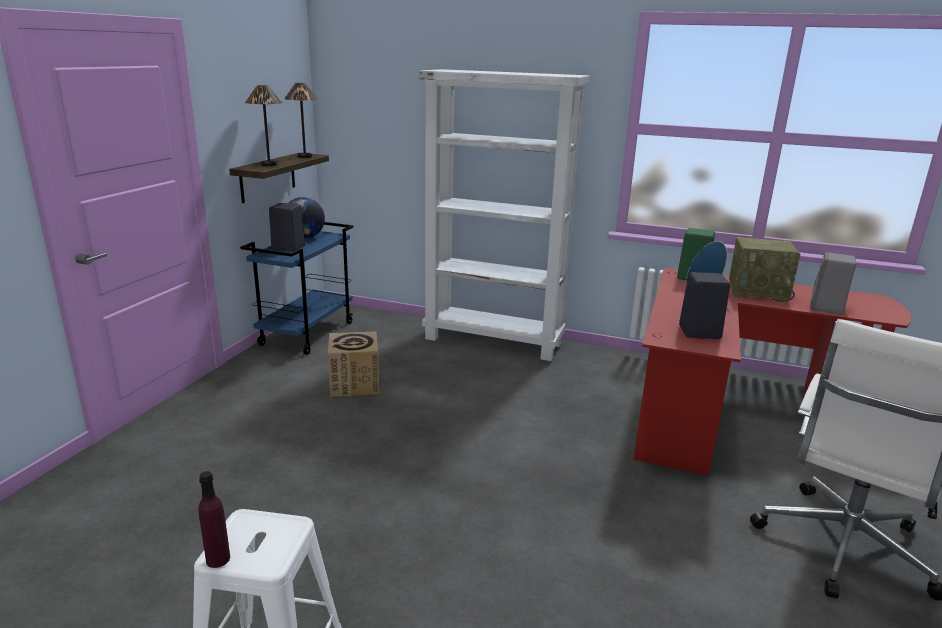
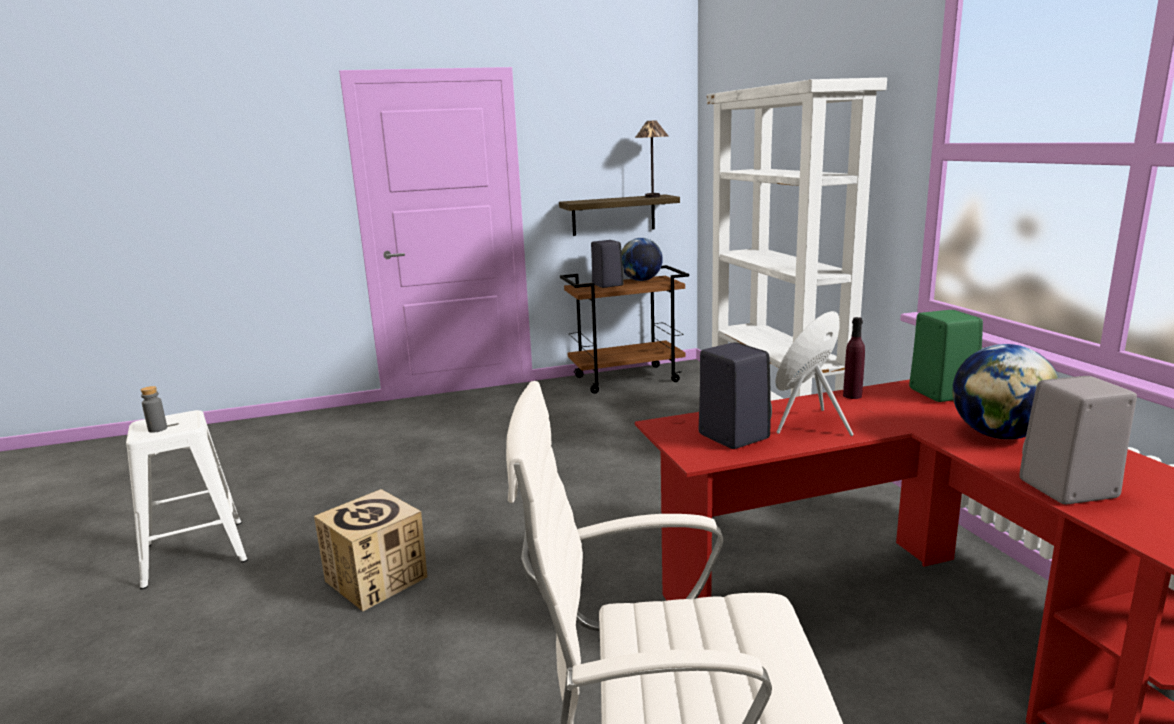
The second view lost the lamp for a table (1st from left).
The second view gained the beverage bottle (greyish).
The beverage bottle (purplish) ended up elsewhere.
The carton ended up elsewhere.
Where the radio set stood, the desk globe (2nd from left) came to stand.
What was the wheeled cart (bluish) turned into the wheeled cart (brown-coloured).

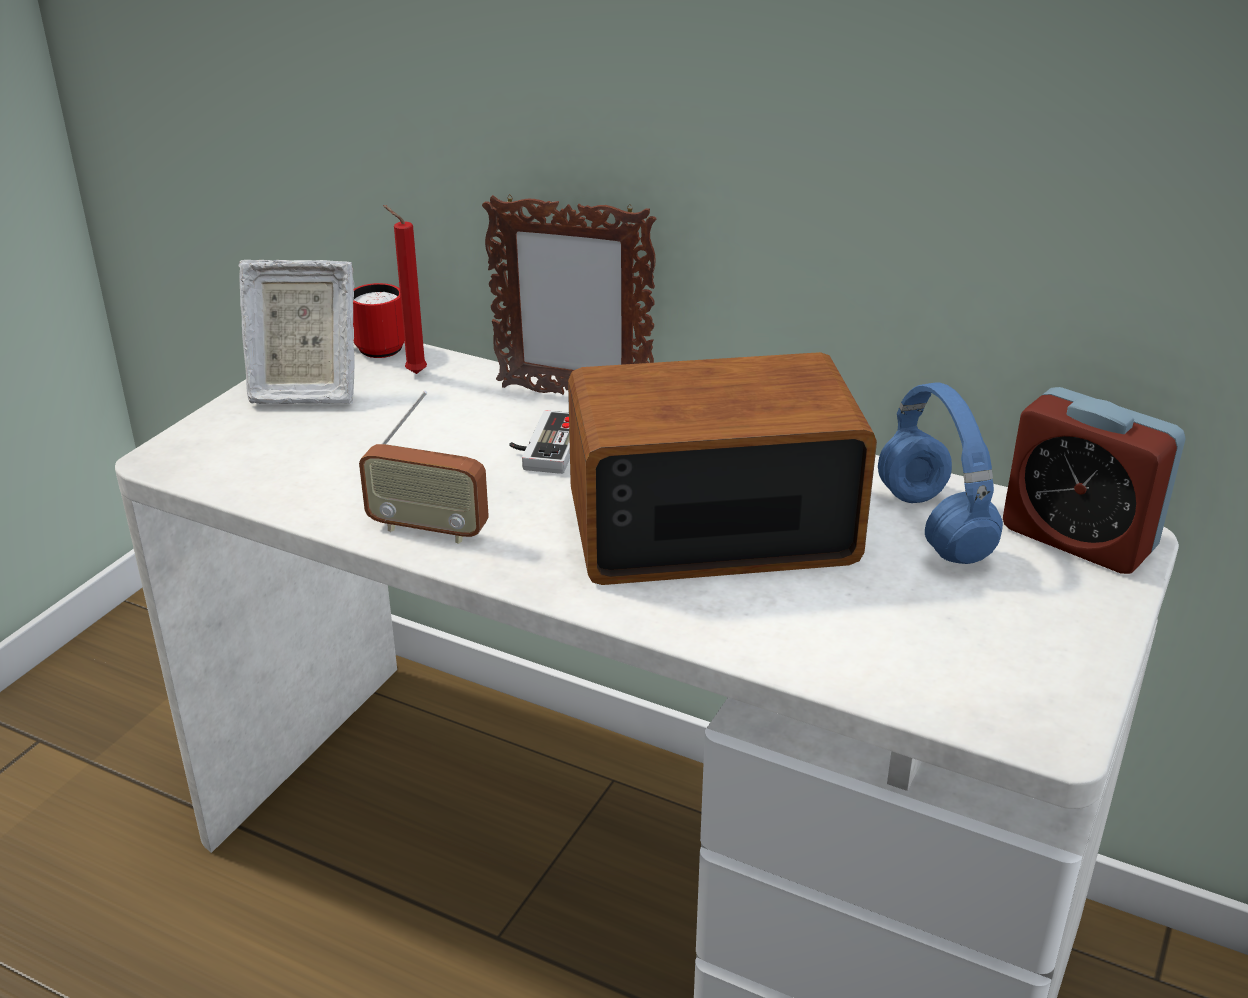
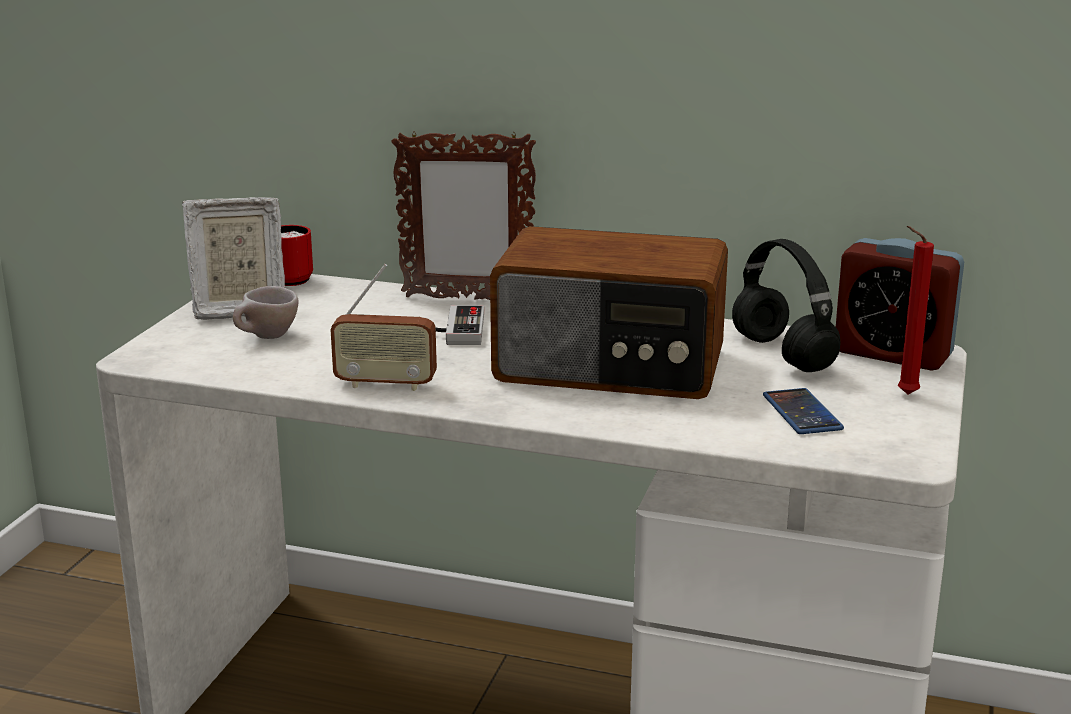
The second view gained the cup (beige).
The second view gained the handset.
The wax light (reddish) ended up elsewhere.
What was the headphones (bluish) turned into the headphones (black-coloured).
The radio set (2nd from left) ended up facing another way, 150 degrees counterclockwise from before.

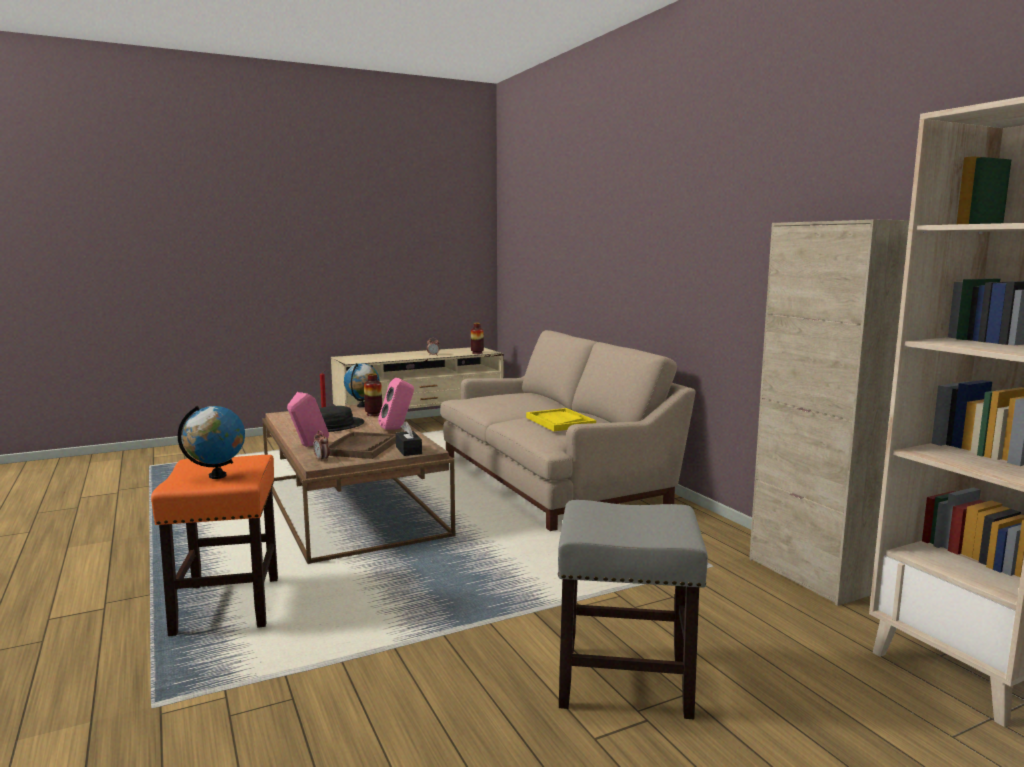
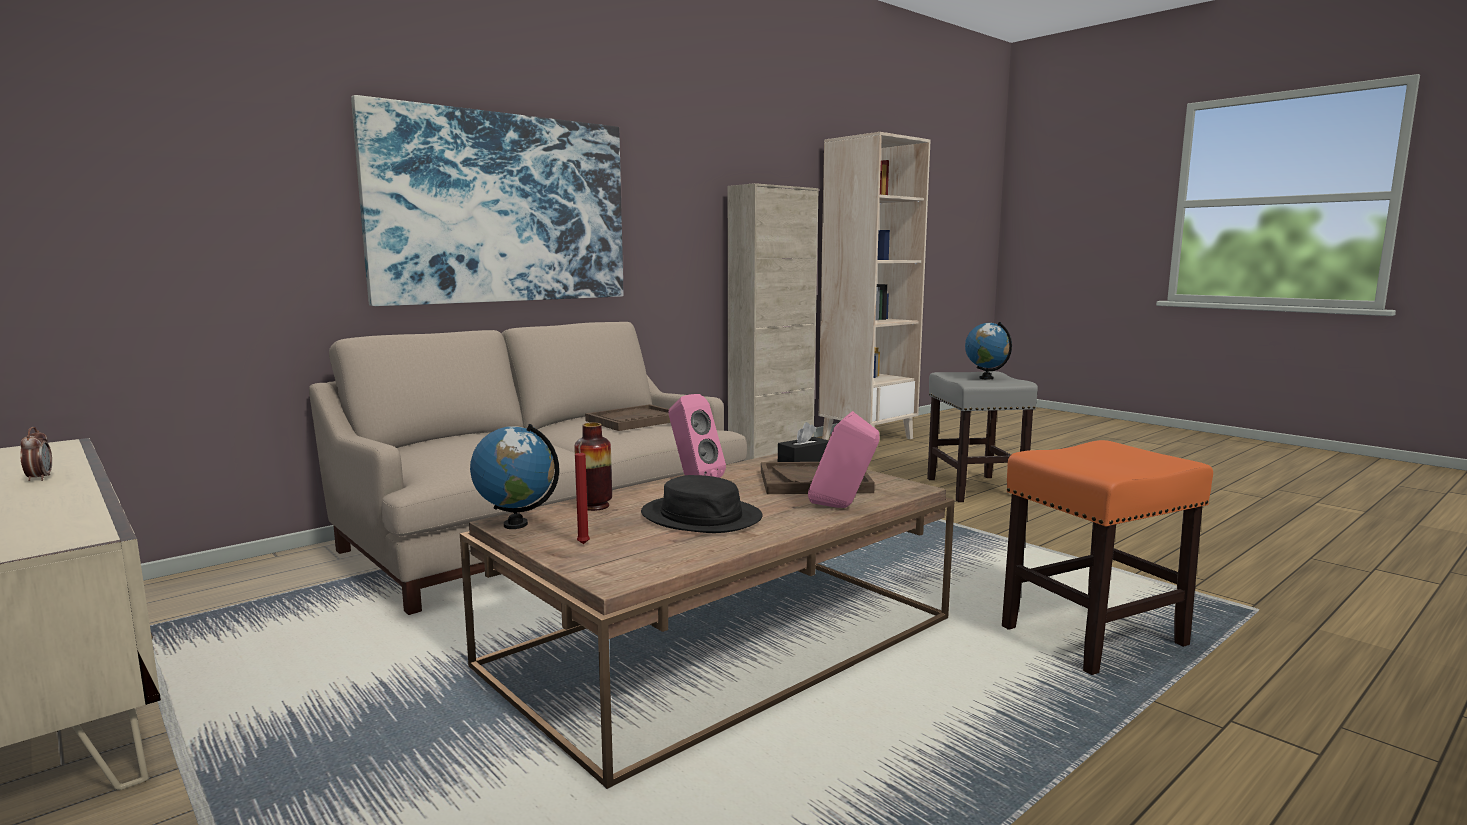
The second view lost the bedside clock (1st from left).
The second view lost the decorative vase (2nd from left).
The second view gained the wall picture.
The desk globe (1st from left in the first image) ended up elsewhere.
What was the tray (yellow-coloured) turned into the tray (brown-coloured) (1st from left).

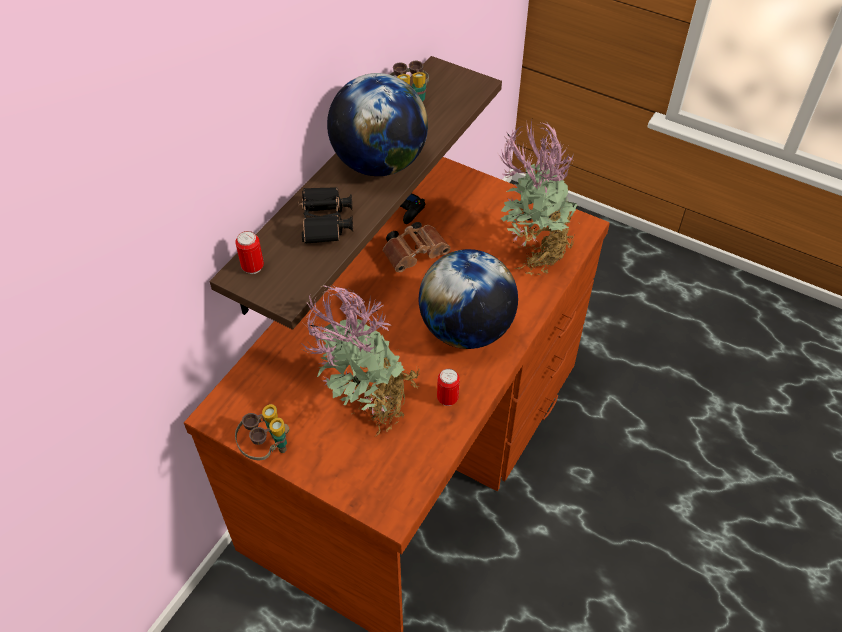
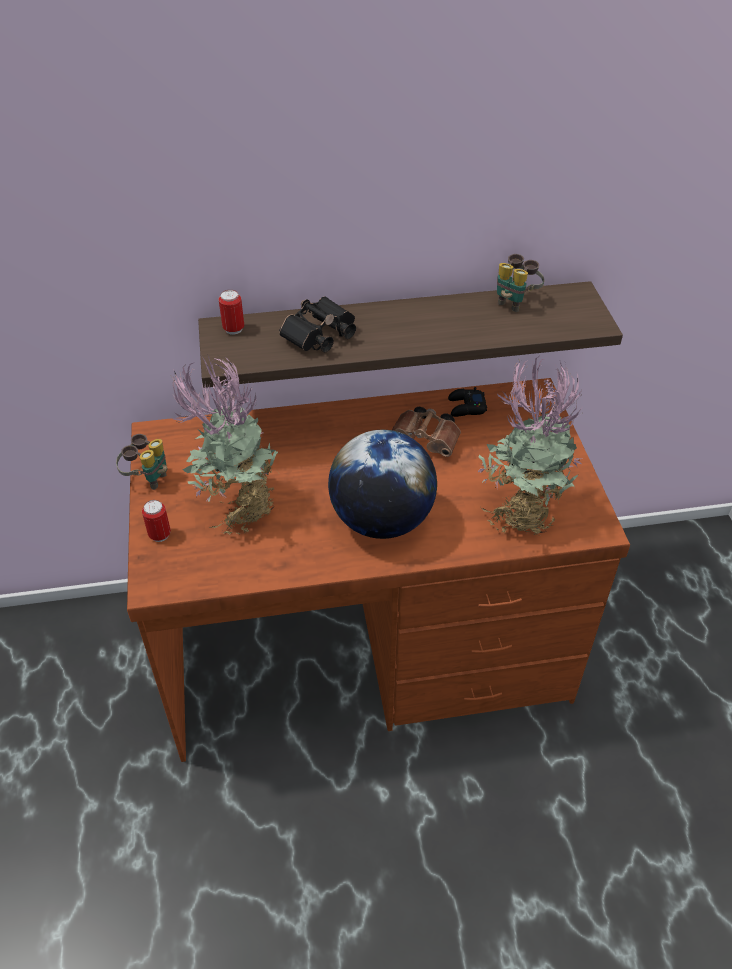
The second view lost the desk globe (1st from left).
The can (2nd from left in the first image) ended up elsewhere.

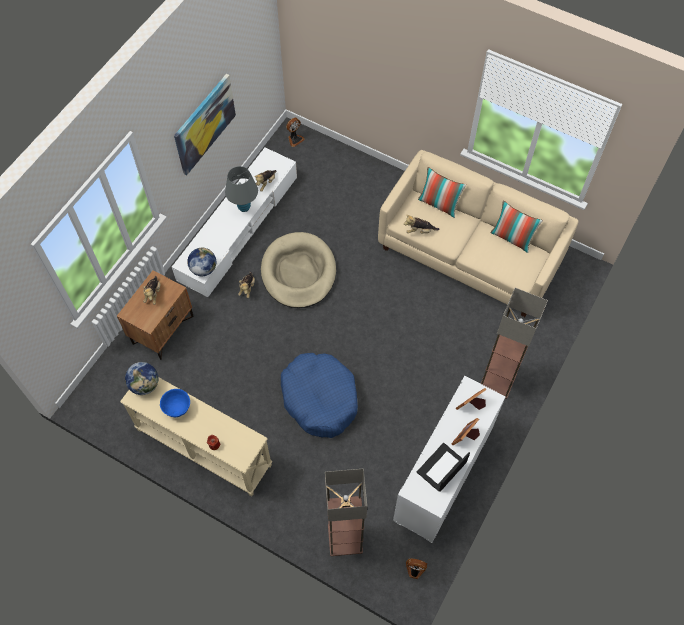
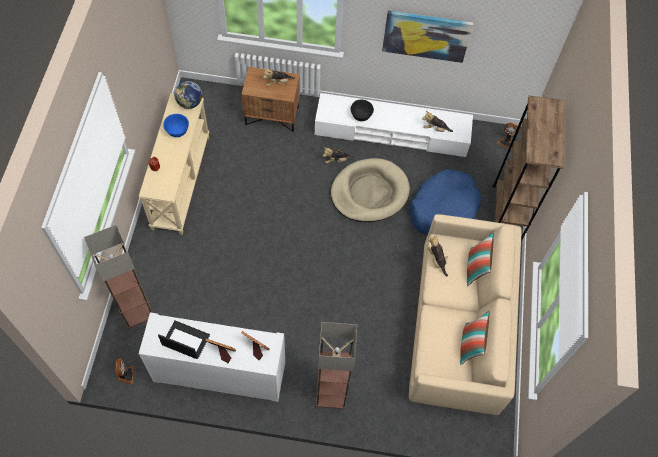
The second view lost the desk globe (2nd from left).
The second view lost the lamp for a table (greyish).
The second view gained the deep dish (black-coloured).
The second view gained the bookcase (brown-coloured).
The dog cushion (bluish) ended up elsewhere.

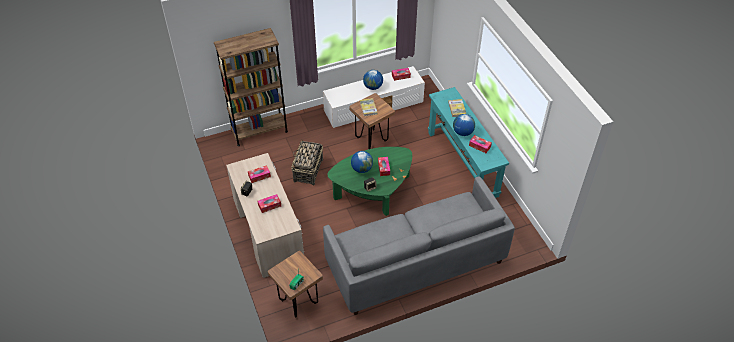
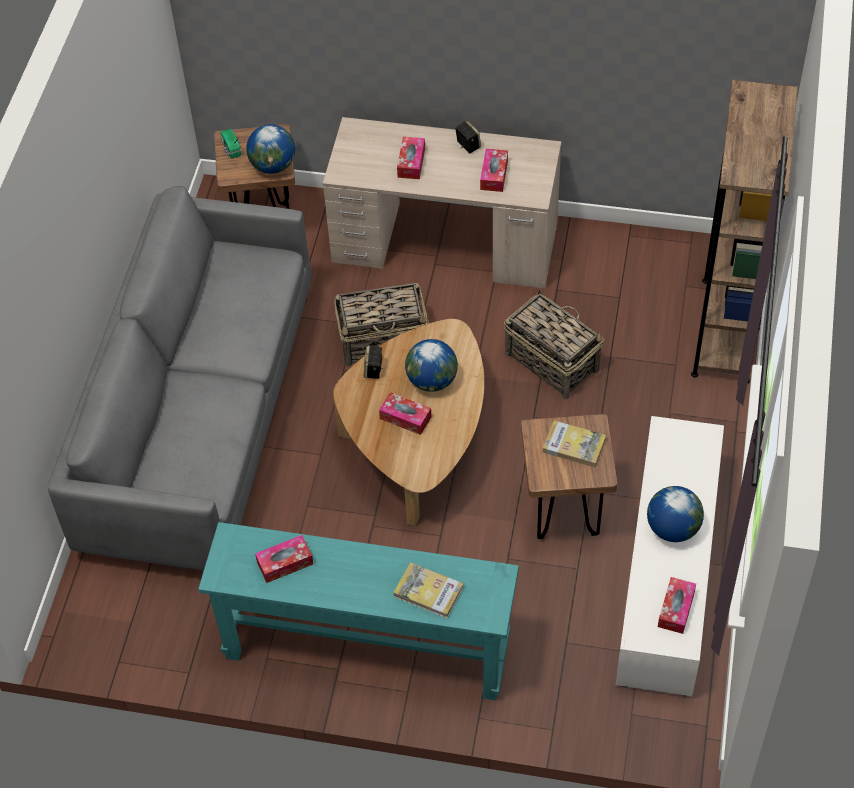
The second view gained the basket (1st from left).
The desk globe (3rd from left in the first image) ended up elsewhere.
What was the coffee table (greenish) turned into the coffee table (brown-coloured).

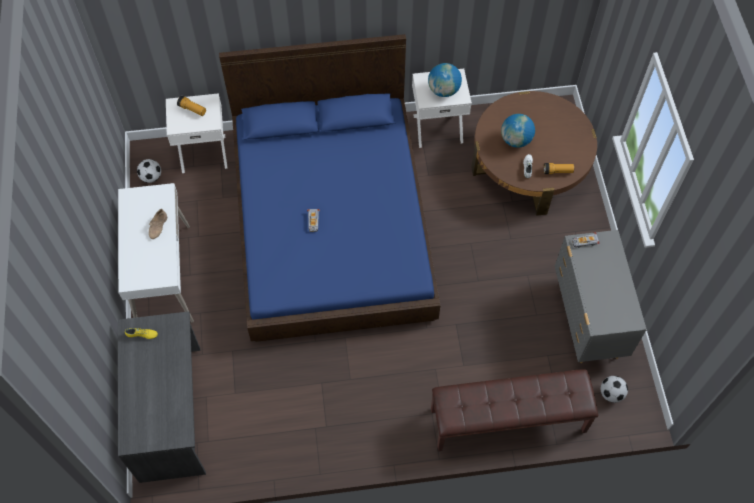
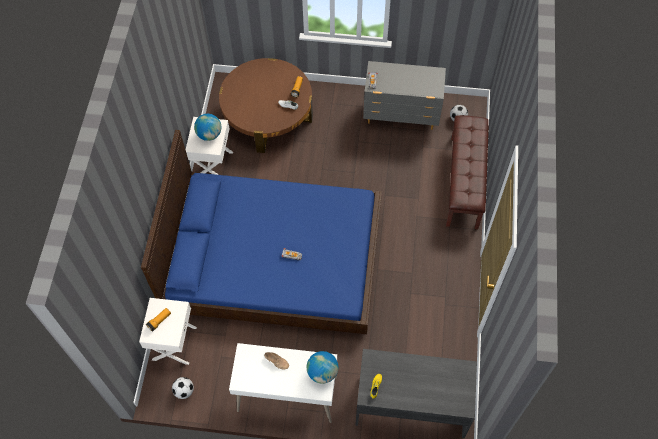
The desk globe (2nd from left) ended up elsewhere.

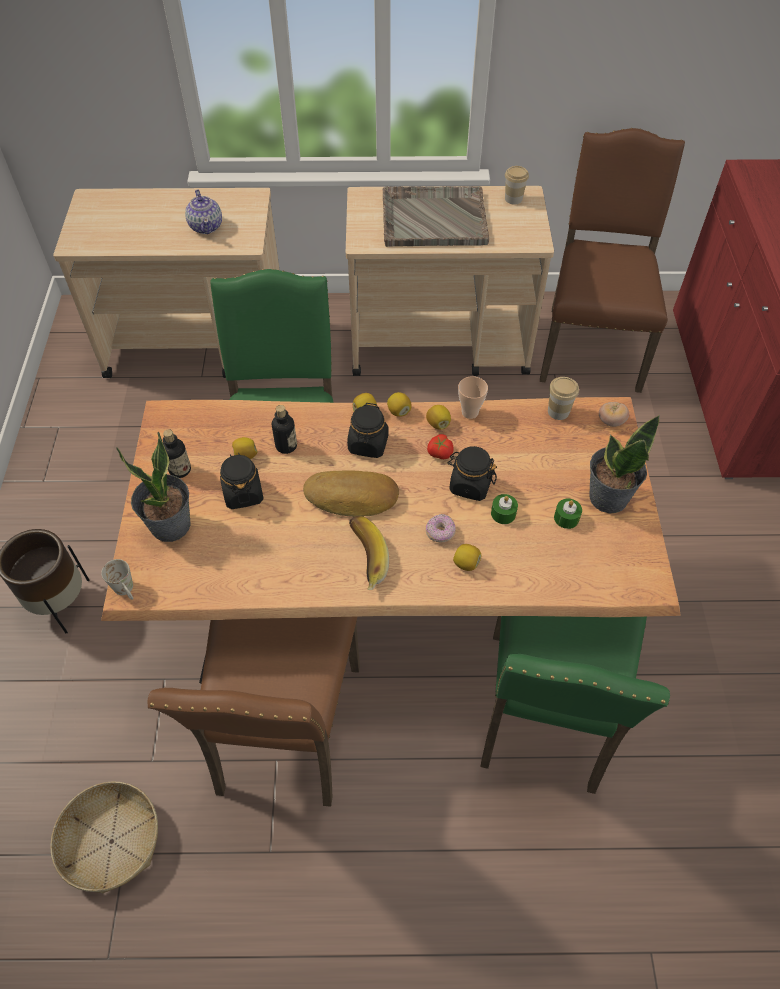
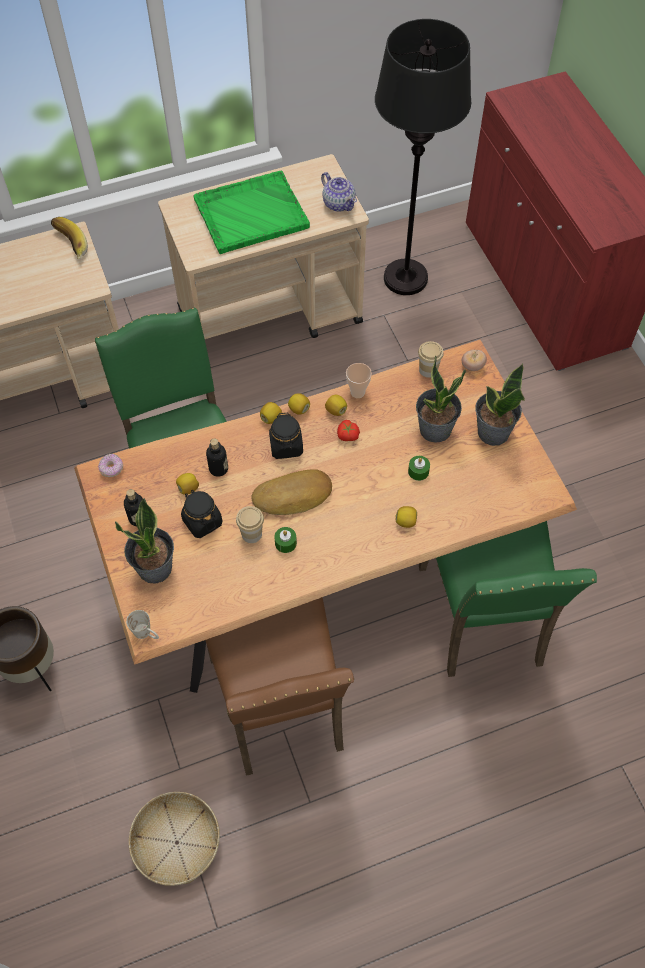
The second view lost the preserve jar (black-coloured) (3rd from left).
The second view gained the plant in a pot (2nd from left).
The teapot ended up elsewhere.
The banana fruit ended up elsewhere.
The ring doughnut ended up elsewhere.
The cup (2nd from left in the first image) ended up elsewhere.
The wax light (greenish) (2nd from left in the first image) ended up elsewhere.
Where the chair (brown-coloured) (2nd from left) stood, the floor lamp (black-coloured) came to stand.
What was the tray (greyish) turned into the tray (greenish).

